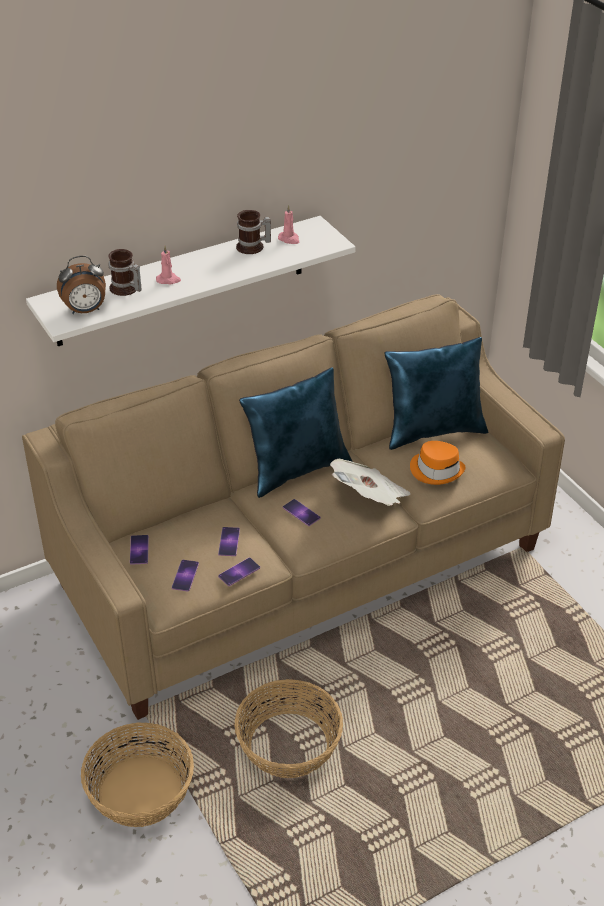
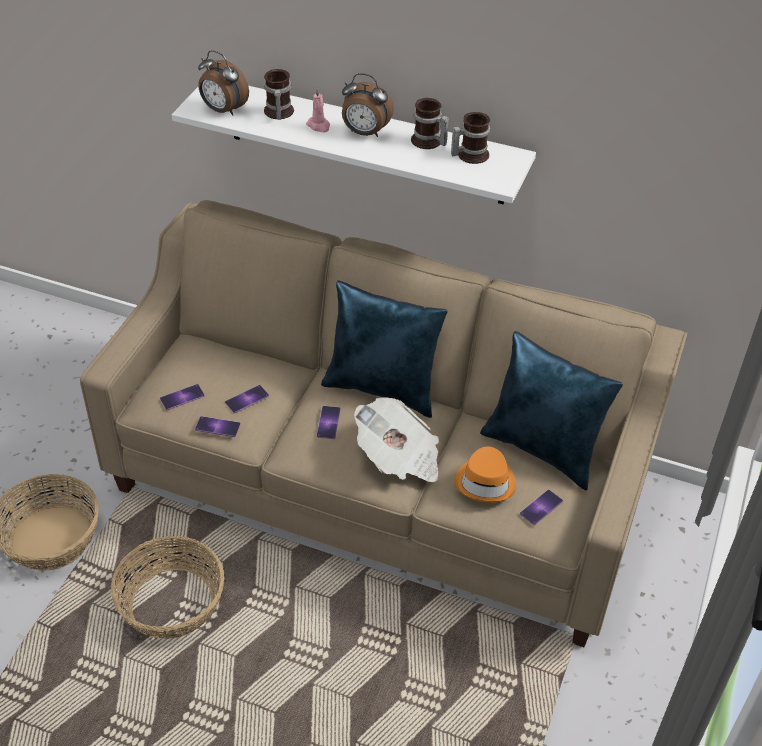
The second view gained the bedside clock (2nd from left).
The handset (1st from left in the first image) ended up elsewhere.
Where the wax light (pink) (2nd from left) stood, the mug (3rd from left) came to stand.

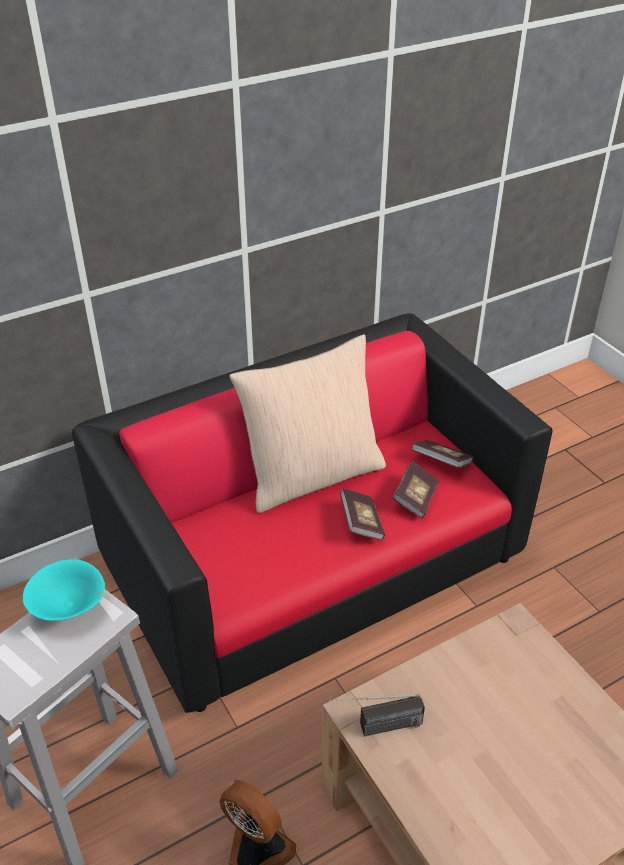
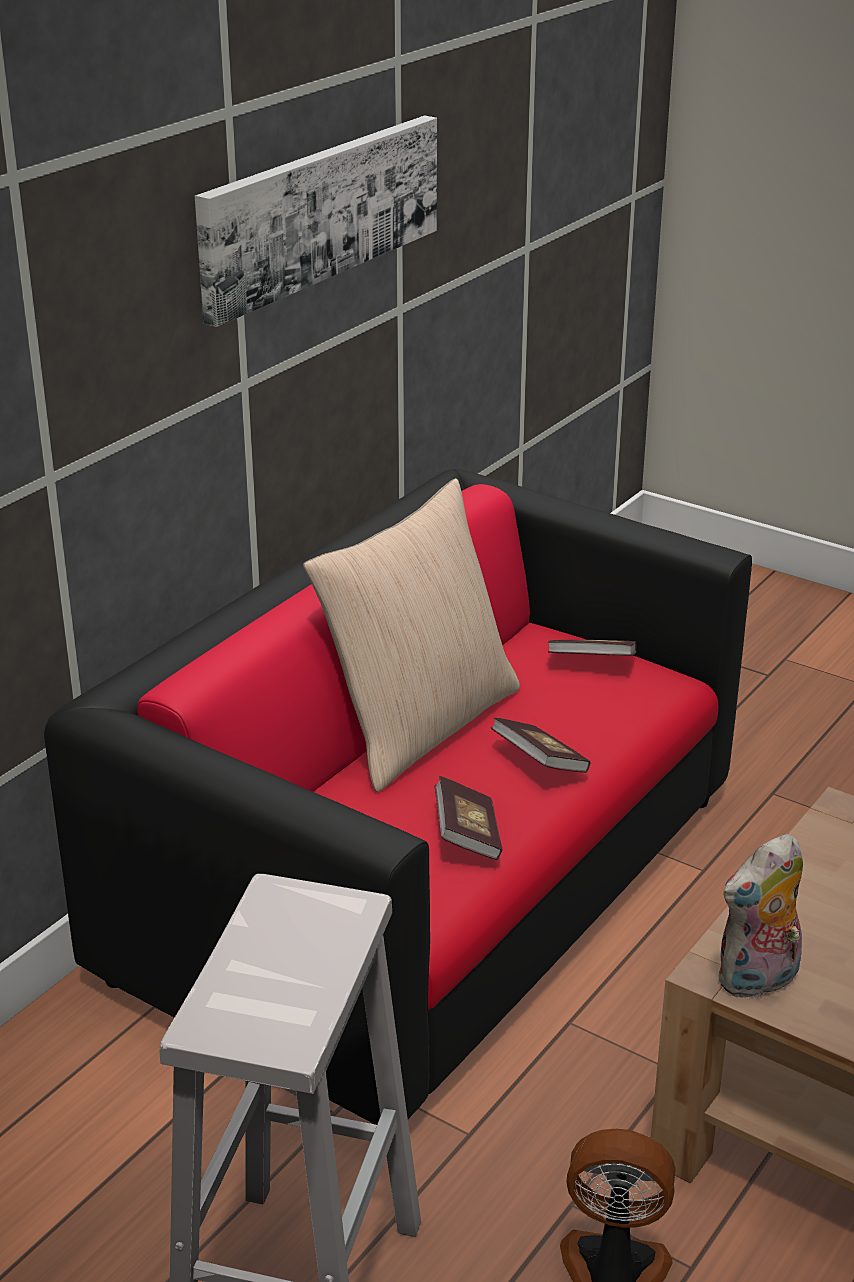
The second view lost the deep dish (blue-green).
The second view gained the wall picture.
The volume (2nd from left in the first image) ended up elsewhere.
Where the radio set stood, the plush toy came to stand.

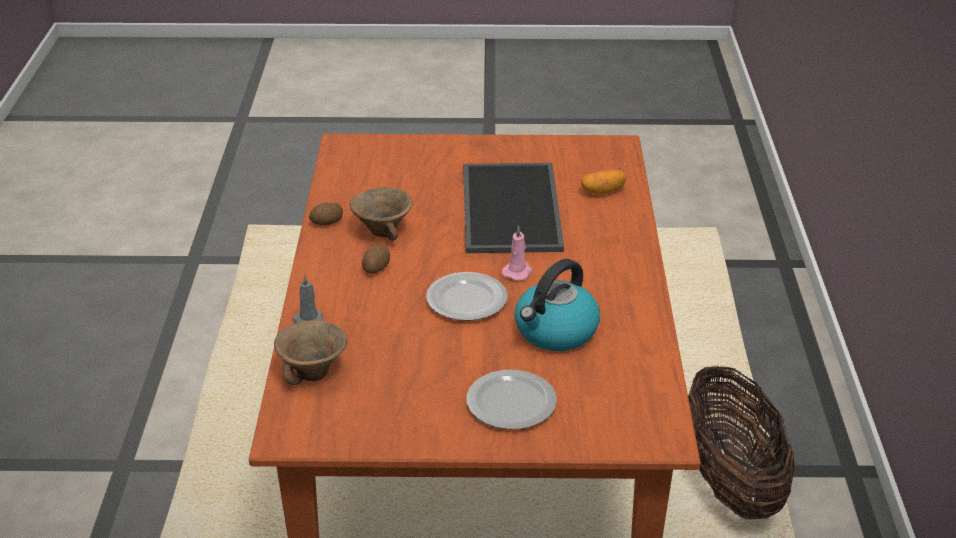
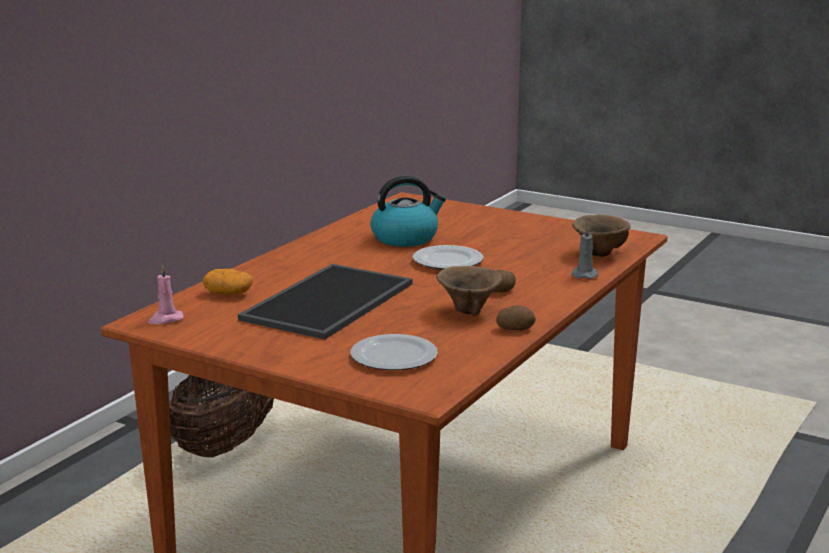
The plate (2nd from left in the first image) ended up elsewhere.
The wax light (pink) ended up elsewhere.

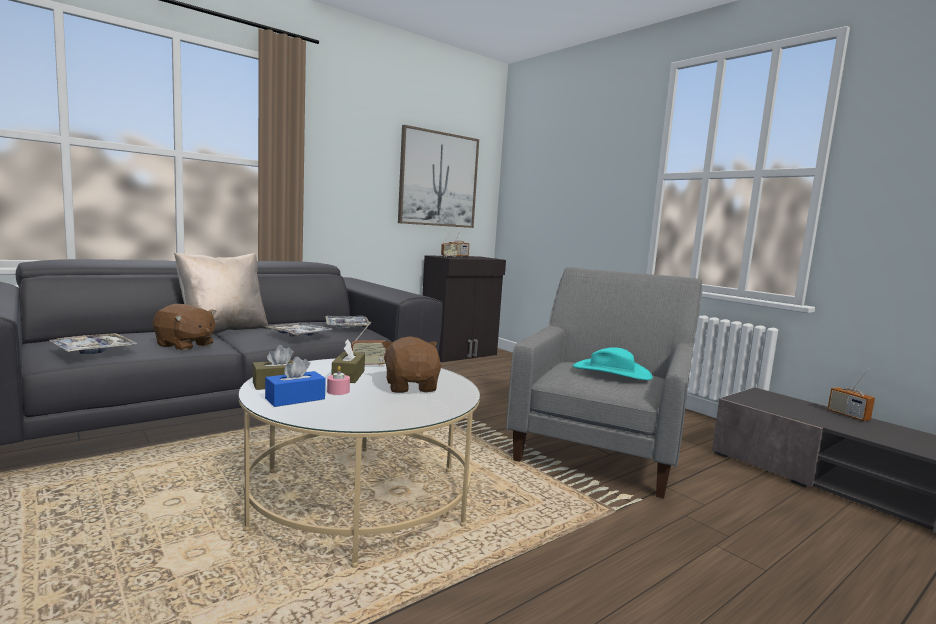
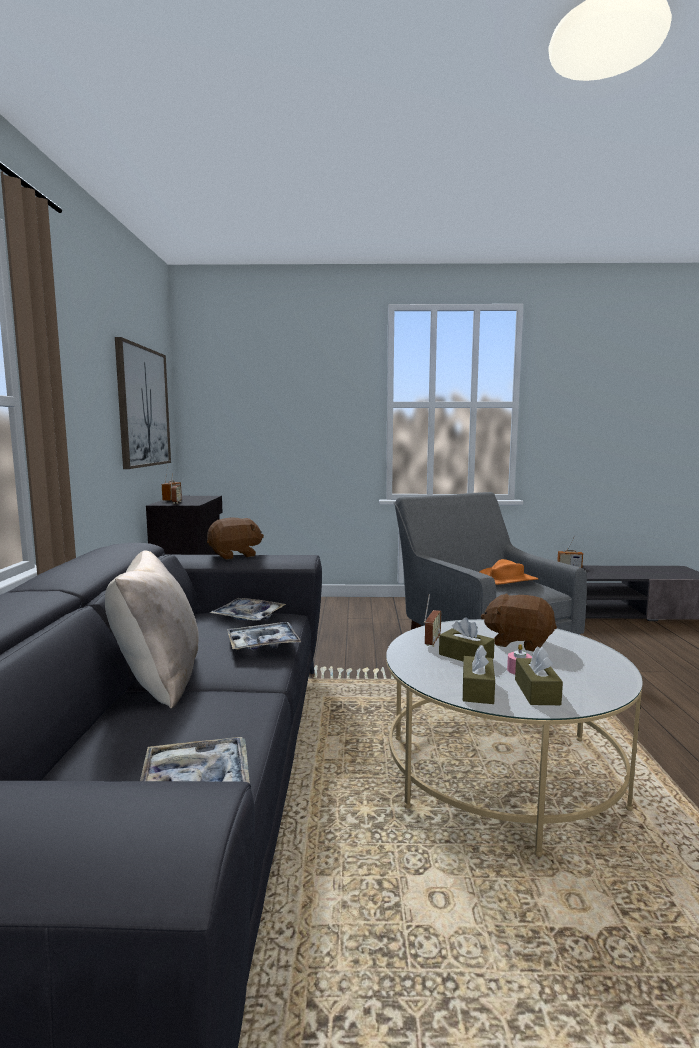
The plush toy (brown-coloured) (1st from left) ended up elsewhere.
What was the tissue holder (bluish) turned into the tissue holder (brown-coloured) (3rd from left).
What was the hat (blue-green) turned into the hat (orange).

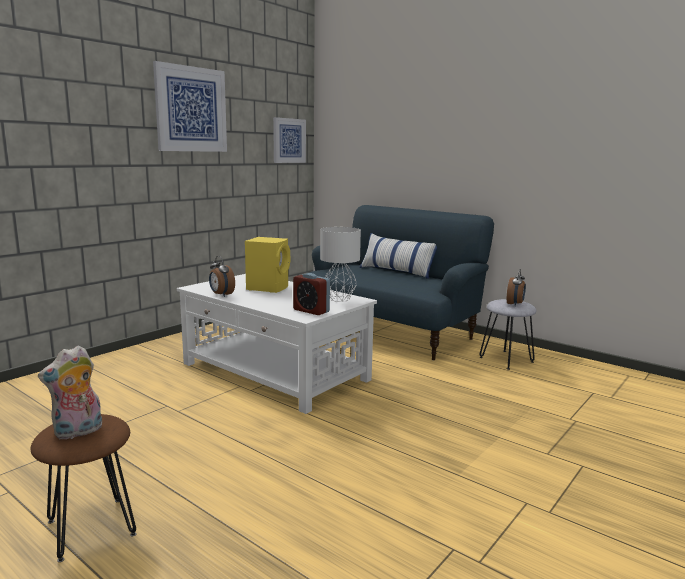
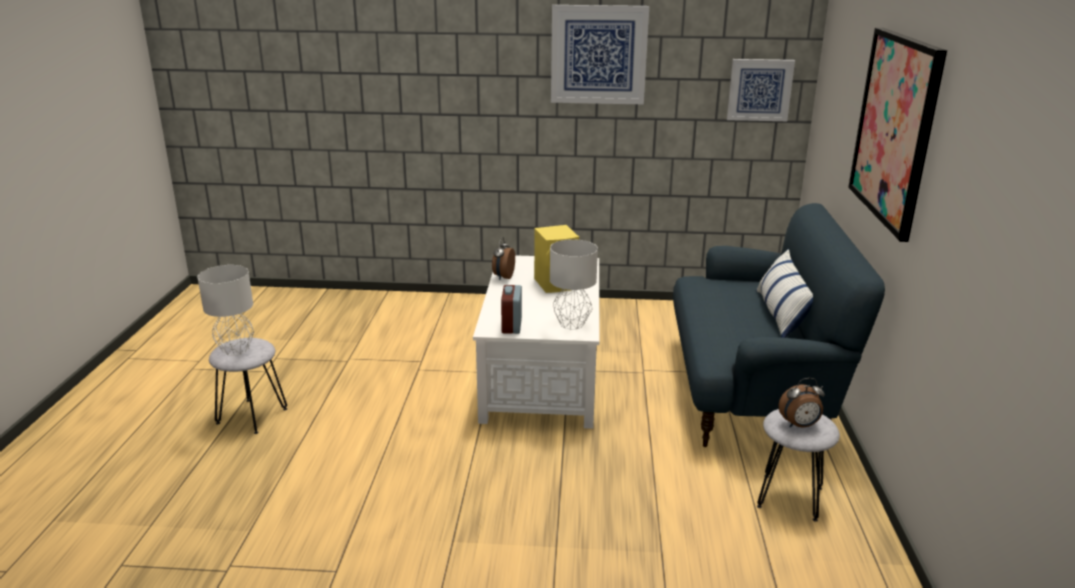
The second view gained the wall picture (3rd from left).
Where the plush toy stood, the lamp for a table (greyish) (1st from left) came to stand.
What was the stool seat (brown-coloured) turned into the stool seat (greyish) (1st from left).

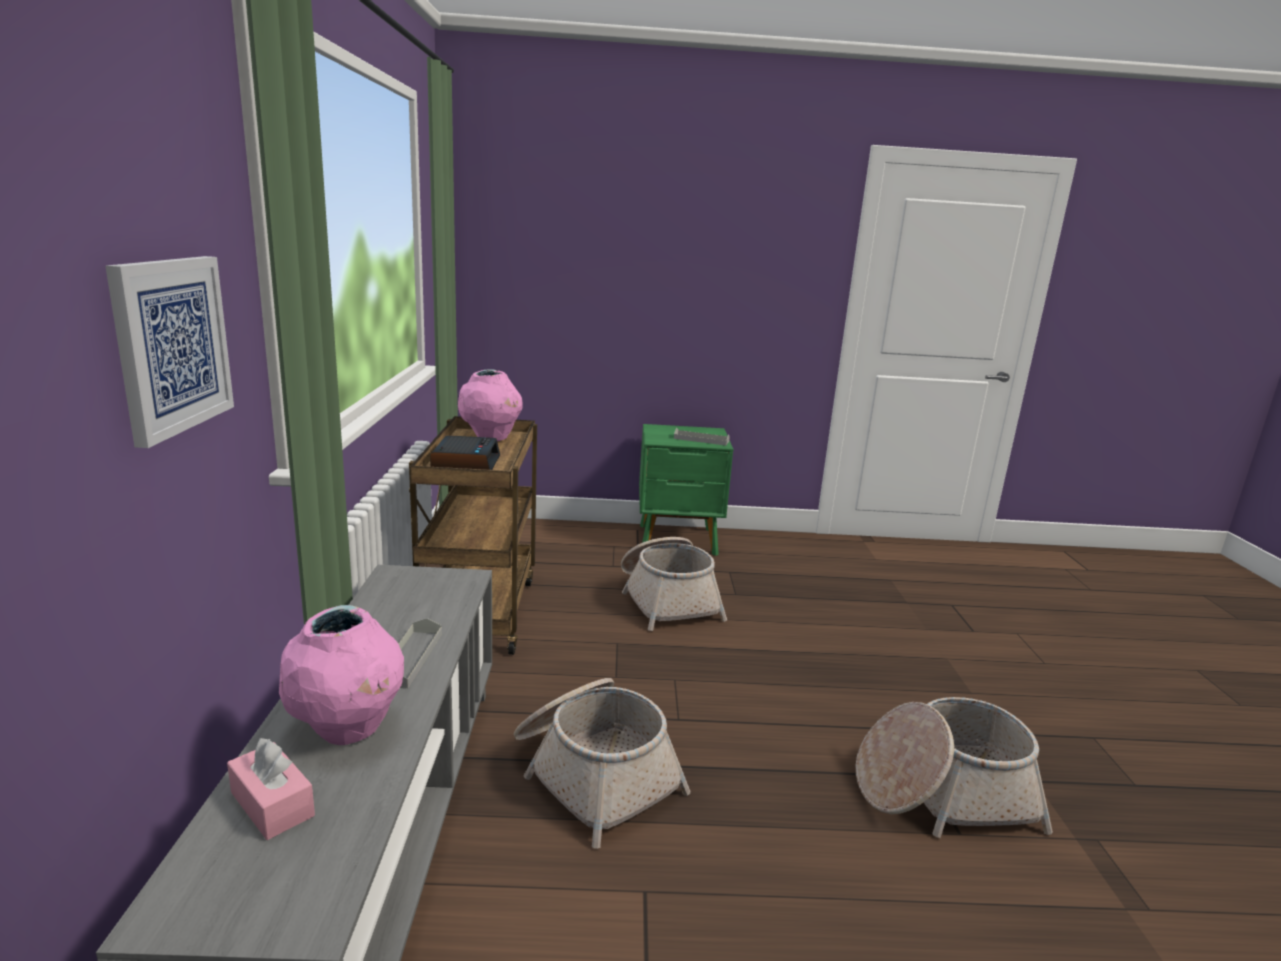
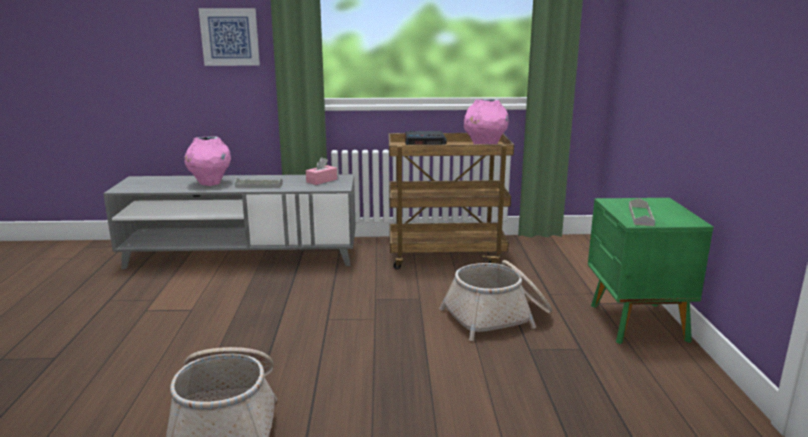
The second view lost the basket (1st from left).
The tissue holder (pink) ended up elsewhere.

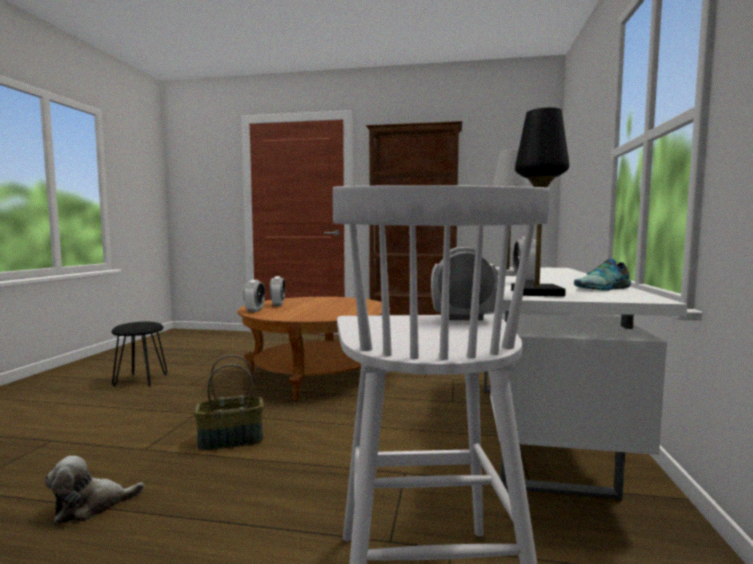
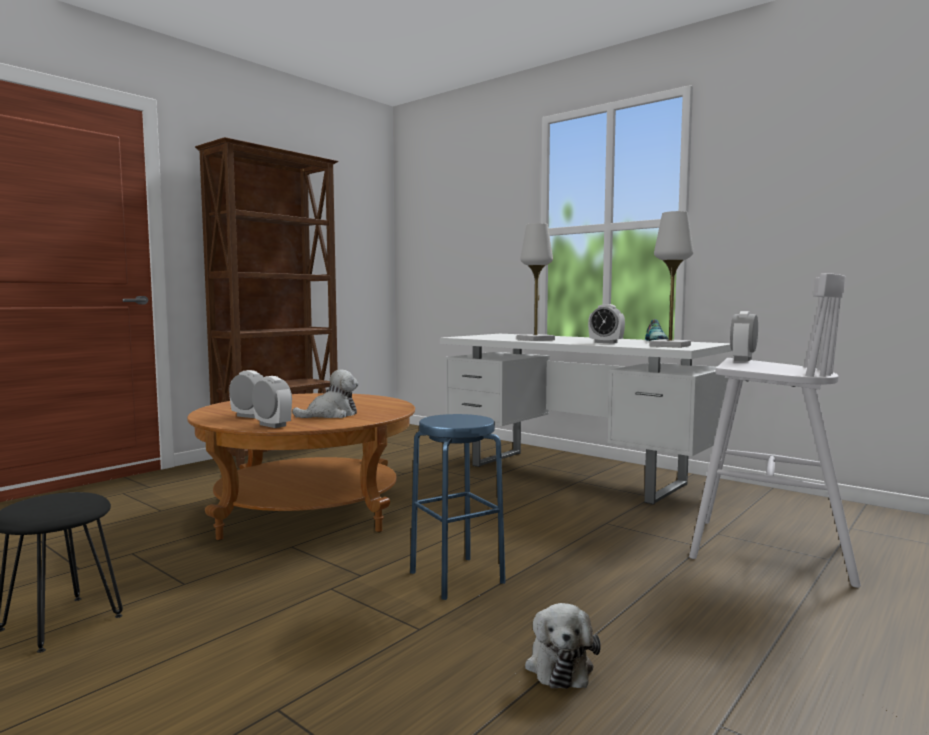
The second view gained the plush toy (1st from left).
Where the basket stood, the stool seat (bluish) came to stand.
What was the lamp for a table (black-coloured) turned into the lamp for a table (white-coloured) (2nd from left).

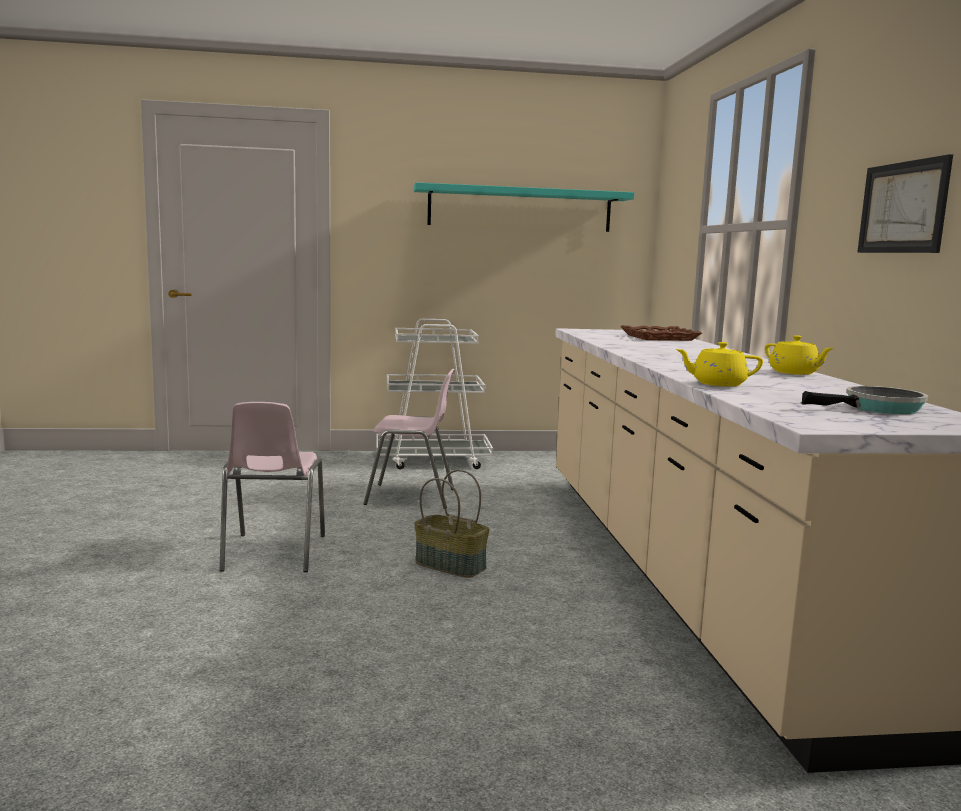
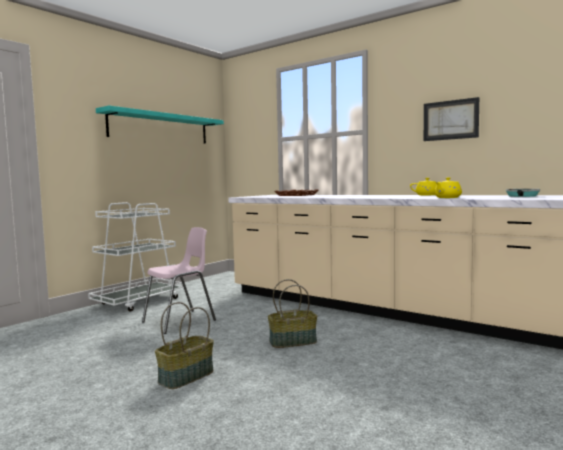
Where the chair (pink) (1st from left) stood, the basket (1st from left) came to stand.

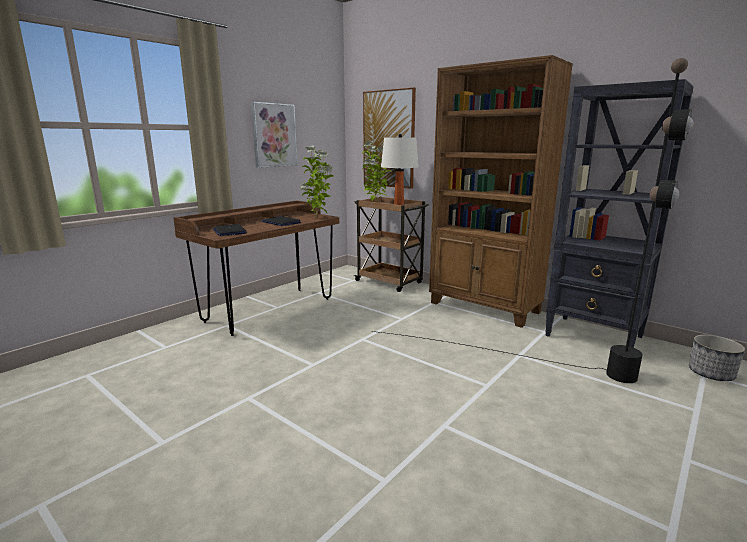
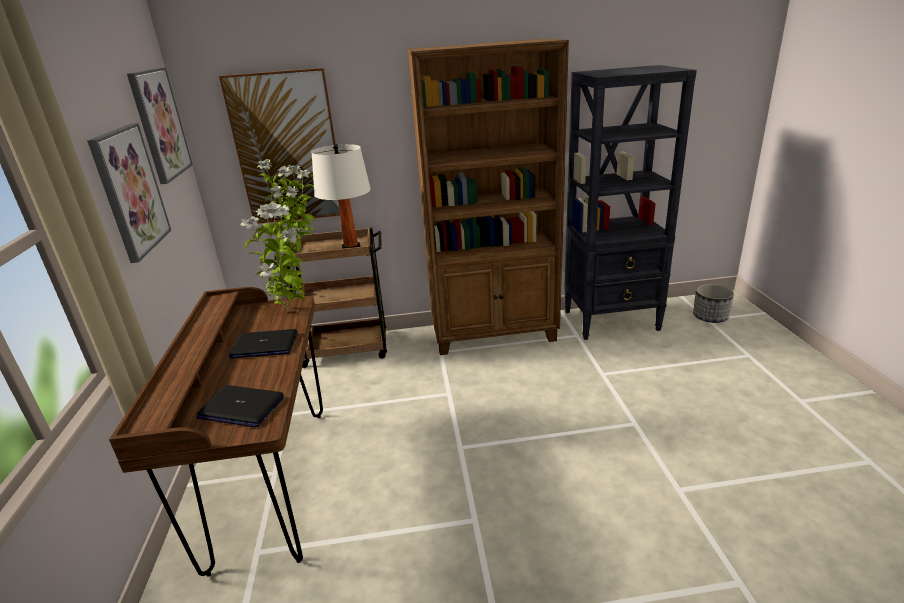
The second view lost the floor lamp (black-coloured).
The second view gained the wall picture (2nd from left).

